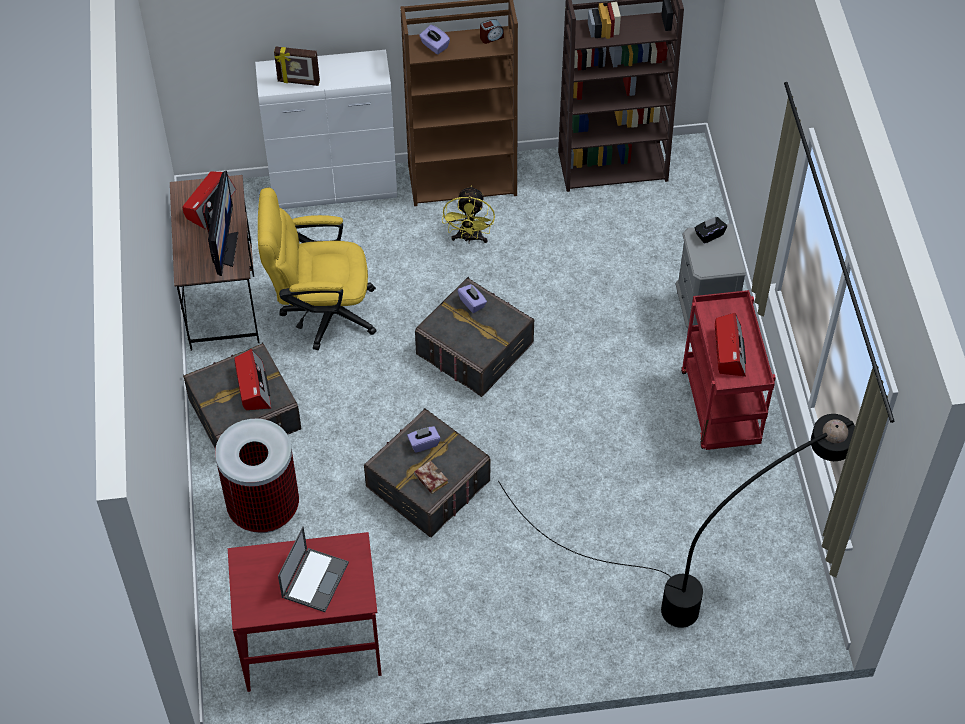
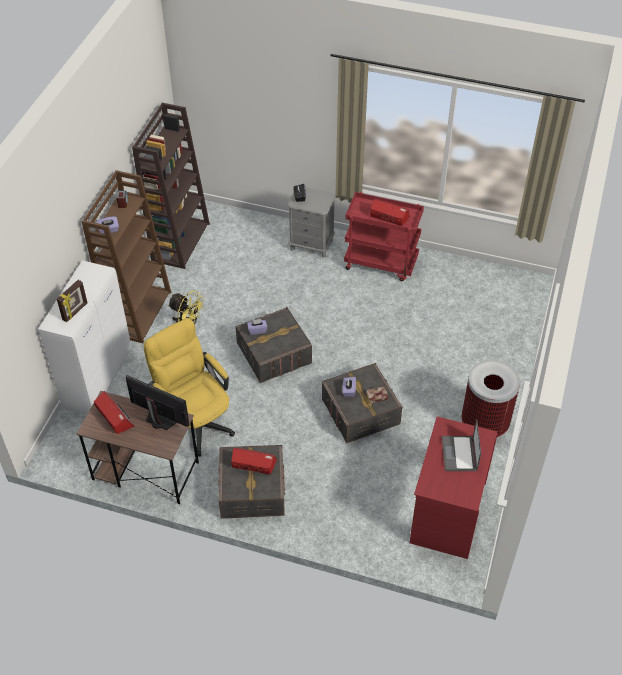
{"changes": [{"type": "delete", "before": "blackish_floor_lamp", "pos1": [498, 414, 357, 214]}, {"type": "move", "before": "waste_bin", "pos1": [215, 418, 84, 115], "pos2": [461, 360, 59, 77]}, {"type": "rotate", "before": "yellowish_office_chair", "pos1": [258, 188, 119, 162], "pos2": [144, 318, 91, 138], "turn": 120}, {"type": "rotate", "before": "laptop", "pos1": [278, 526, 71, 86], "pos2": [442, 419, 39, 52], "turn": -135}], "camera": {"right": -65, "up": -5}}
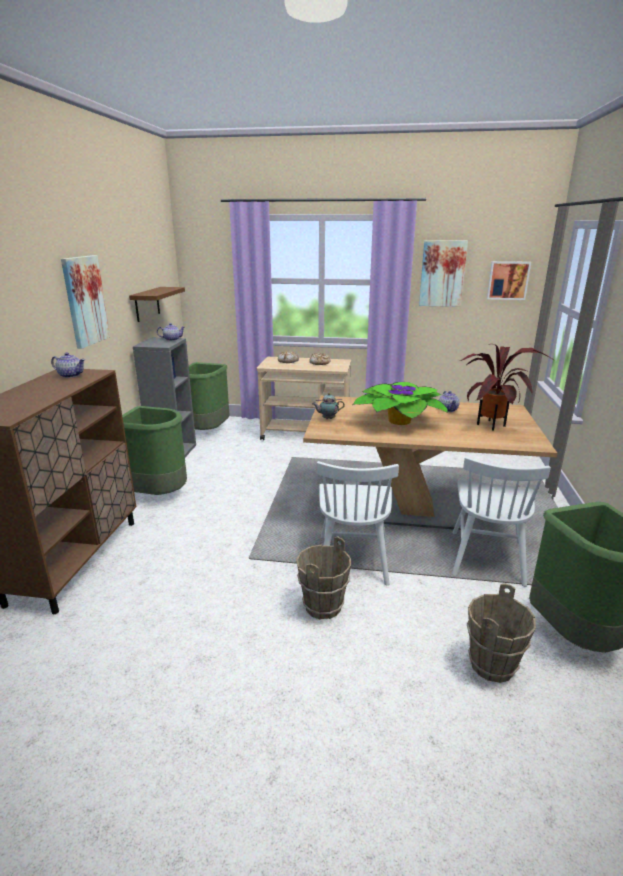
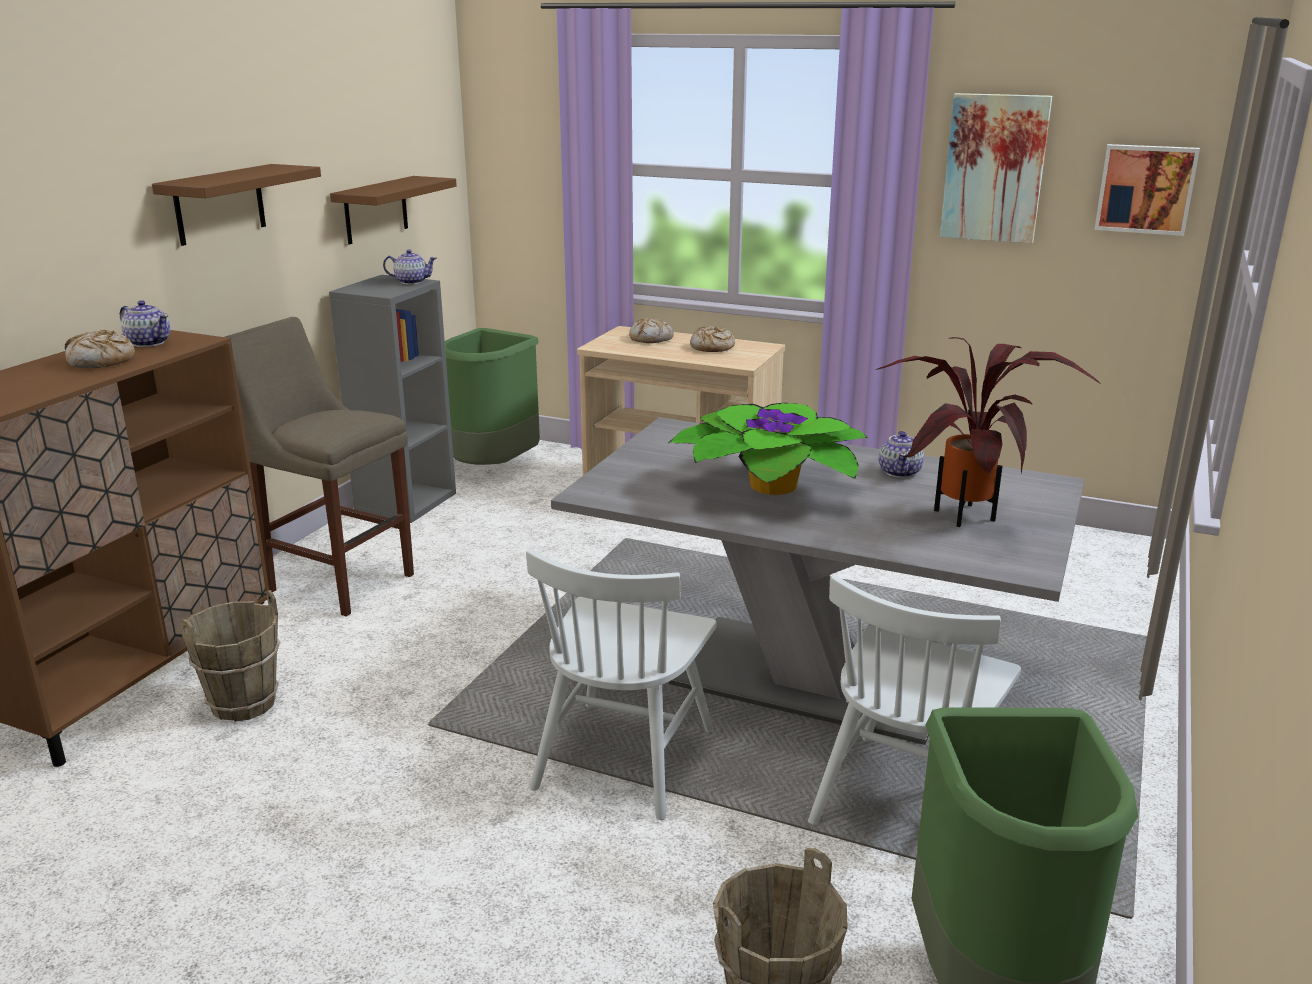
{"changes": [{"type": "delete", "before": "pot_for_tea", "pos1": [312, 393, 33, 26]}, {"type": "insert", "after": "bakery_bread", "pos2": [65, 330, 70, 38]}, {"type": "move", "before": "brown-coloured_water_bucket", "pos1": [296, 537, 55, 82], "pos2": [179, 590, 101, 132]}, {"type": "replace", "before": "picture", "after": "brown-coloured_bracket_shelf", "pos1": [61, 255, 49, 94], "pos2": [152, 164, 169, 82]}, {"type": "replace", "before": "green_waste_bin", "after": "sand-coloured_stool_seat", "pos1": [122, 406, 65, 89], "pos2": [225, 317, 189, 299]}, {"type": "recolor", "before": "brown-coloured_dining_table", "after": "grey_dining_table", "pos1": [303, 396, 254, 134], "pos2": [551, 417, 534, 328]}], "camera": {"right": 15, "up": 0}}
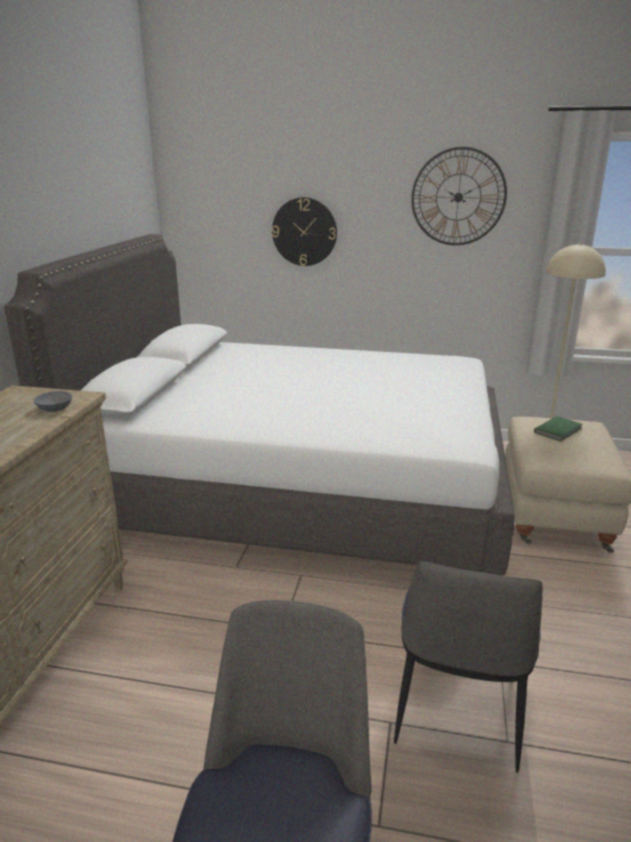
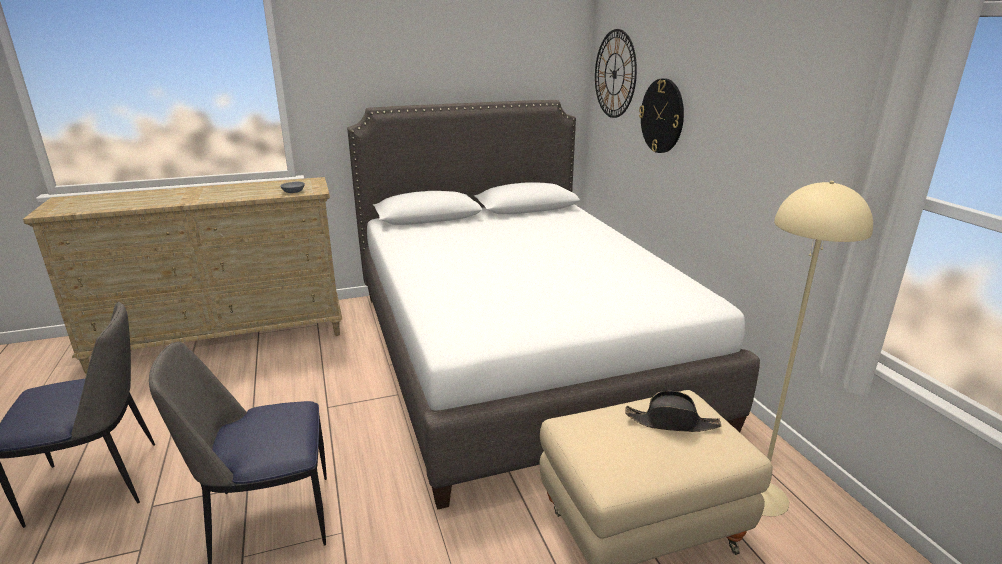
{"changes": [{"type": "move", "before": "hanging_clock", "pos1": [411, 147, 96, 98], "pos2": [595, 29, 42, 89]}, {"type": "replace", "before": "green_book", "after": "blackish_clothing_hat", "pos1": [534, 416, 48, 25], "pos2": [625, 391, 96, 41]}], "camera": {"right": 60, "up": 0}}
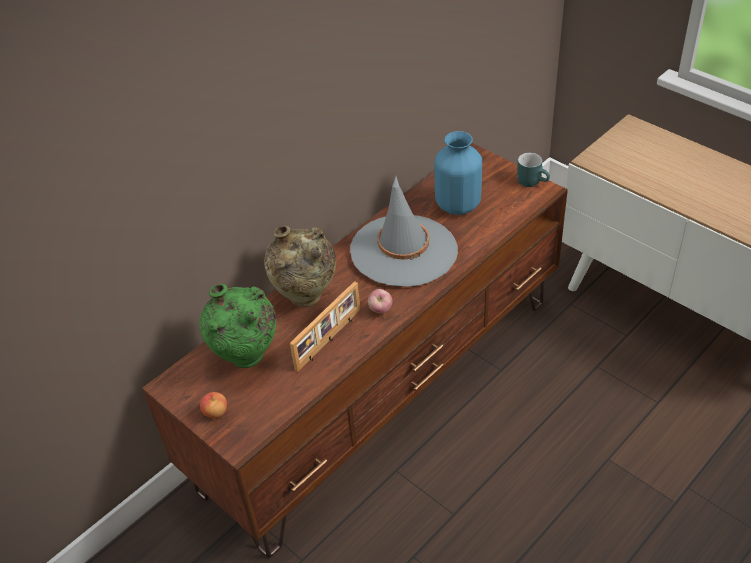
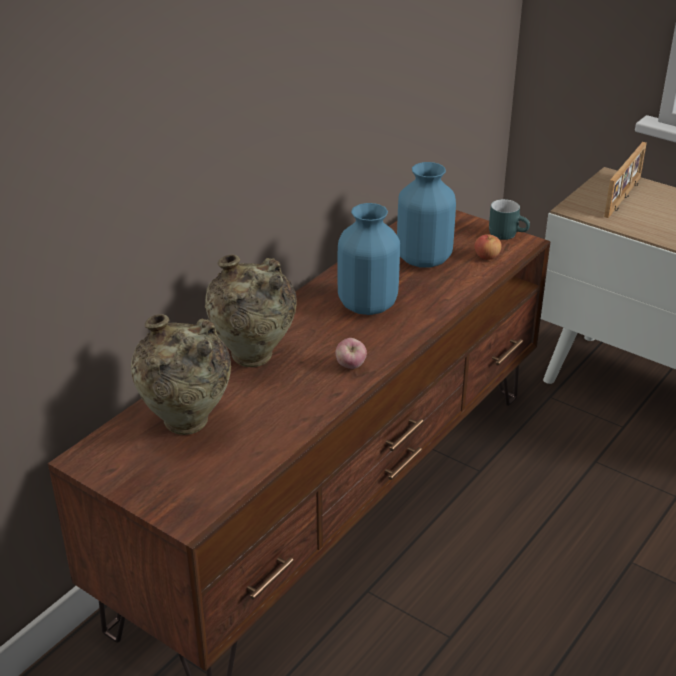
{"changes": [{"type": "move", "before": "apple_fruit", "pos1": [200, 392, 27, 26], "pos2": [475, 234, 27, 26]}, {"type": "move", "before": "photo_frame", "pos1": [290, 281, 71, 91], "pos2": [604, 142, 43, 76]}, {"type": "replace", "before": "grey_clothing_hat", "after": "blue_flower_vase", "pos1": [350, 177, 108, 110], "pos2": [338, 203, 62, 112]}, {"type": "recolor", "before": "green_flower_vase", "after": "sand-coloured_flower_vase", "pos1": [200, 284, 76, 84], "pos2": [131, 314, 100, 121]}], "camera": {"right": -10, "up": -10}}
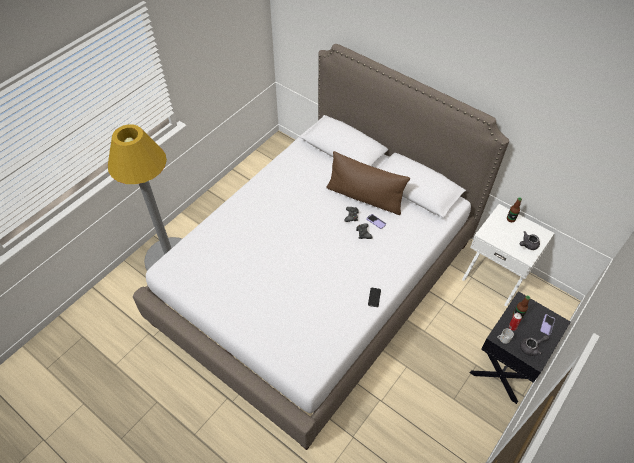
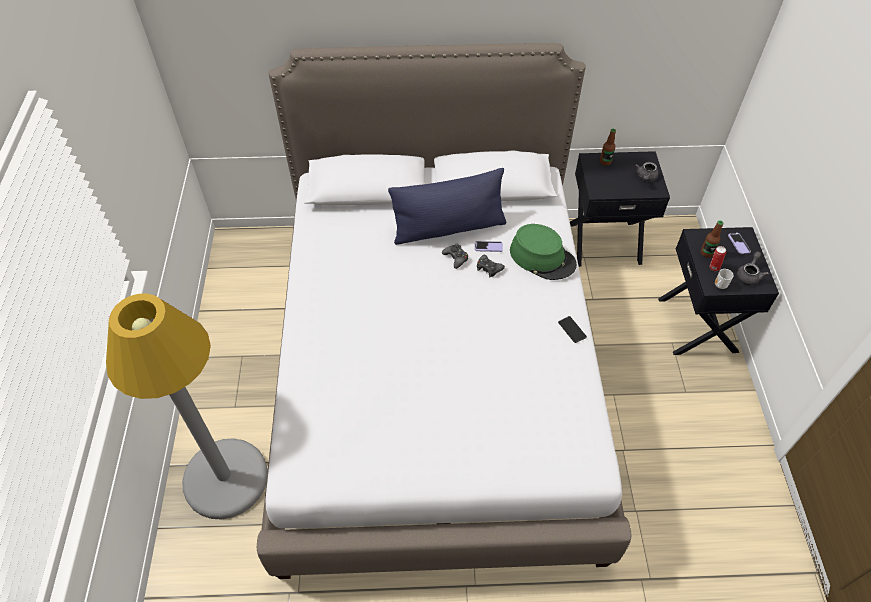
{"changes": [{"type": "insert", "after": "green_clothing_hat", "pos2": [510, 224, 67, 56]}, {"type": "recolor", "before": "brown-coloured_cushion", "after": "blue_cushion", "pos1": [327, 151, 83, 64], "pos2": [388, 168, 118, 77]}, {"type": "recolor", "before": "white-coloured_nightstand", "after": "blackish_nightstand", "pos1": [462, 204, 92, 103], "pos2": [570, 151, 100, 116]}], "camera": {"right": -40, "up": 0}}
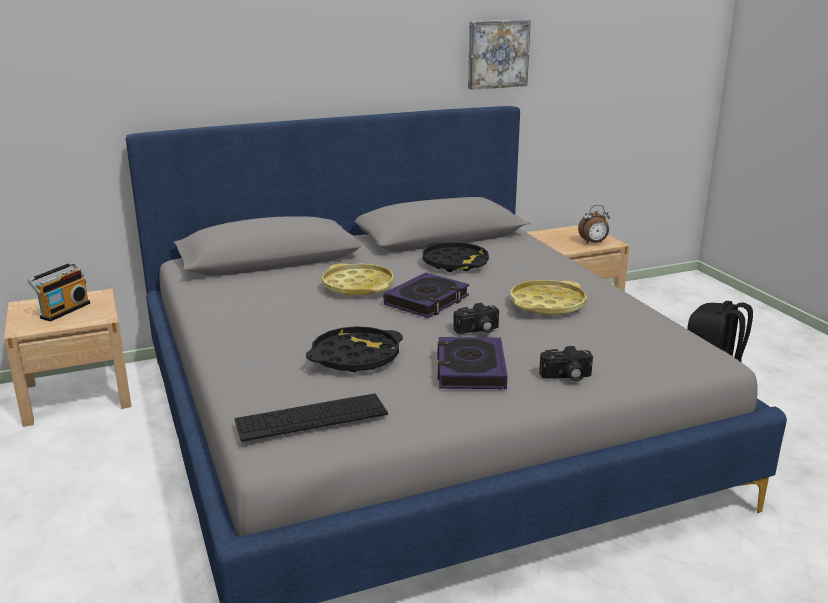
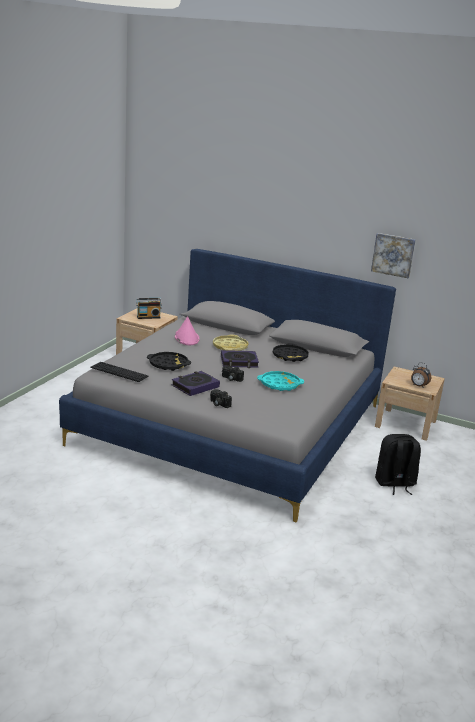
{"changes": [{"type": "insert", "after": "pinkish_clothing_hat", "pos2": [175, 316, 25, 29]}, {"type": "recolor", "before": "yellowish_tray", "after": "turquoise-coloured_tray", "pos1": [511, 280, 76, 35], "pos2": [257, 371, 47, 20]}], "camera": {"right": 45, "up": 0}}
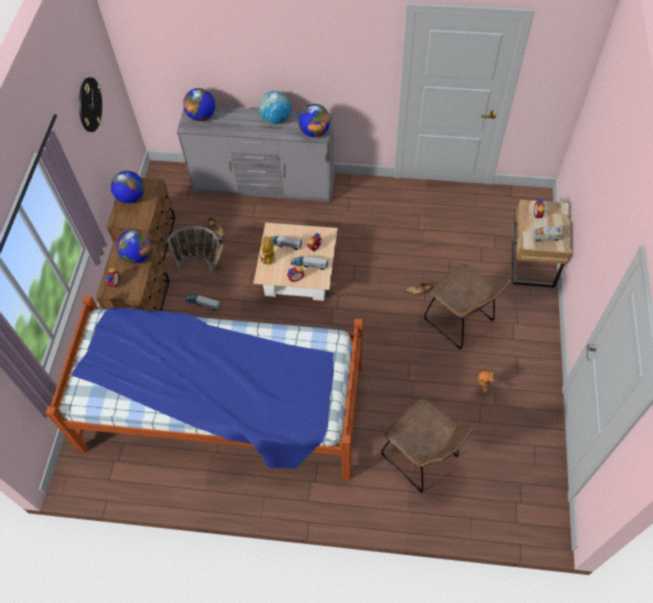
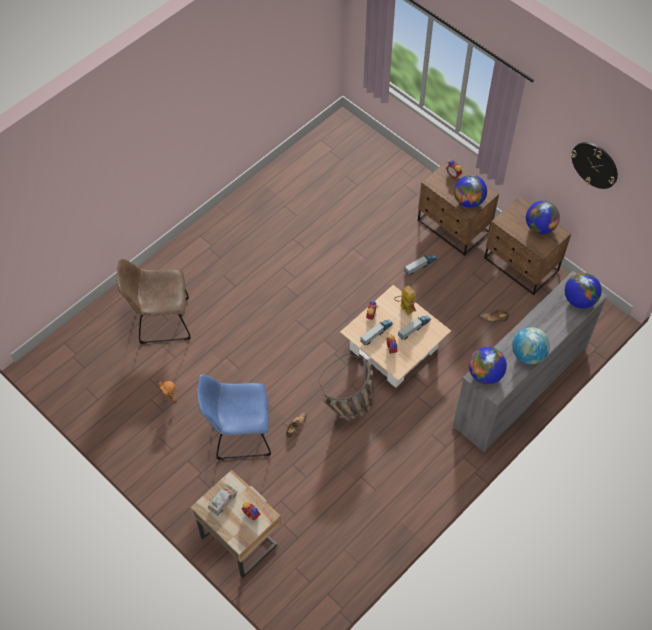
{"changes": [{"type": "delete", "before": "bed", "pos1": [46, 296, 317, 184]}, {"type": "move", "before": "household_basket", "pos1": [166, 226, 58, 46], "pos2": [319, 354, 55, 65]}, {"type": "recolor", "before": "brown-coloured_plain_chair", "after": "blue_plain_chair", "pos1": [424, 264, 87, 86], "pos2": [197, 374, 74, 86]}], "camera": {"right": 125, "up": 0}}
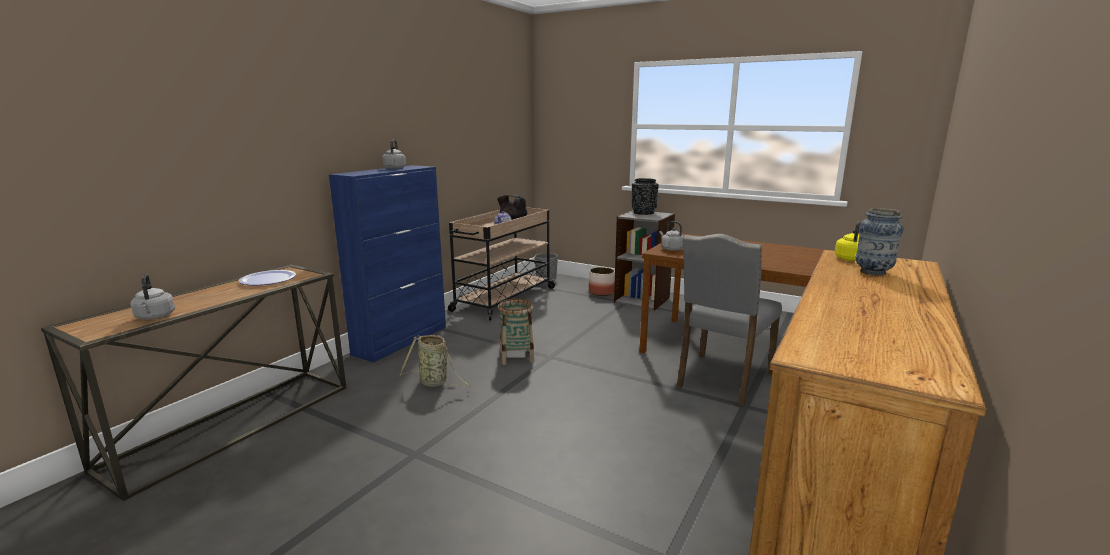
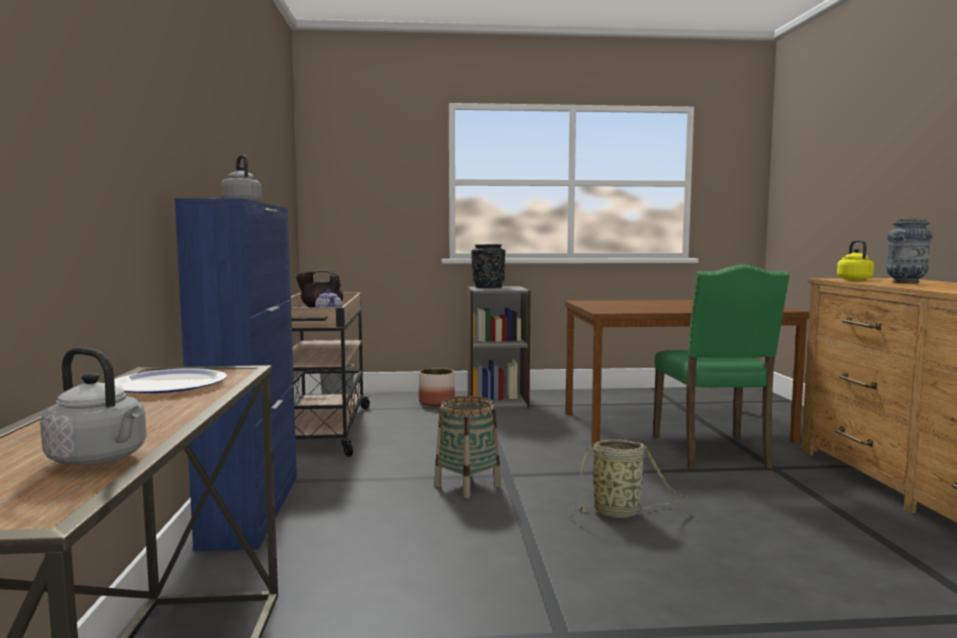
{"changes": [{"type": "delete", "before": "grey_kettle", "pos1": [659, 221, 24, 30]}, {"type": "move", "before": "household_basket", "pos1": [400, 335, 71, 52], "pos2": [569, 439, 118, 79]}, {"type": "recolor", "before": "grey_plain_chair", "after": "green_plain_chair", "pos1": [677, 234, 105, 172], "pos2": [653, 264, 137, 205]}], "camera": {"right": -35, "up": -10}}
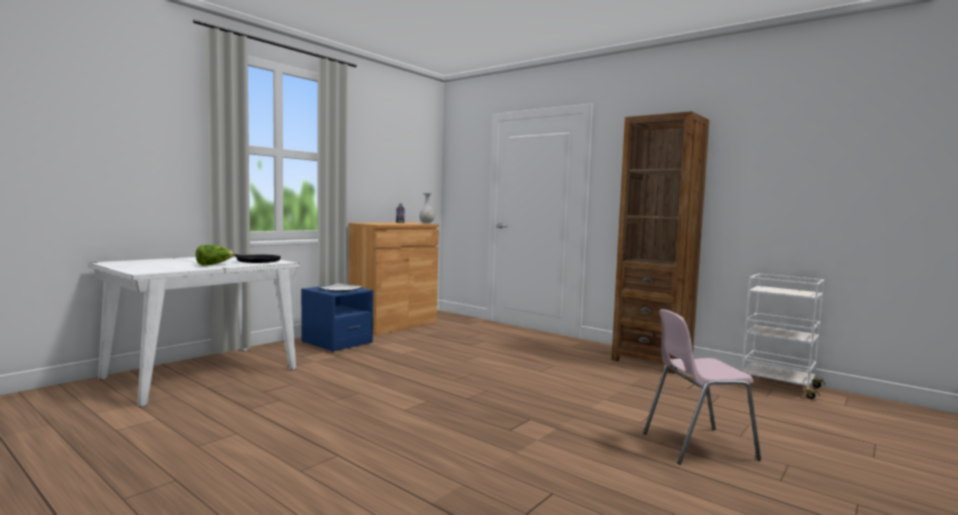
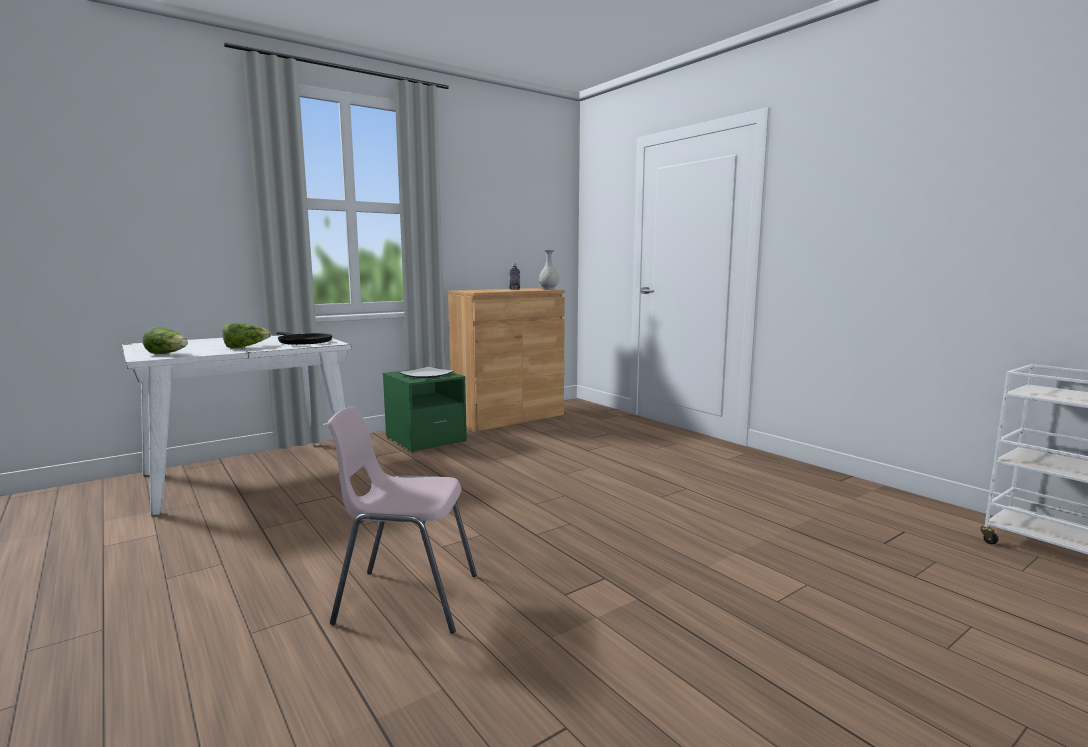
{"changes": [{"type": "delete", "before": "brown-coloured_shelving_unit", "pos1": [612, 111, 97, 263]}, {"type": "insert", "after": "head_of_lettuce", "pos2": [142, 327, 46, 27]}, {"type": "move", "before": "pinkish_plain_chair", "pos1": [643, 309, 118, 156], "pos2": [327, 407, 150, 226]}, {"type": "recolor", "before": "blue_nightstand", "after": "green_nightstand", "pos1": [301, 285, 72, 67], "pos2": [383, 367, 84, 85]}], "camera": {"right": 15, "up": 5}}
